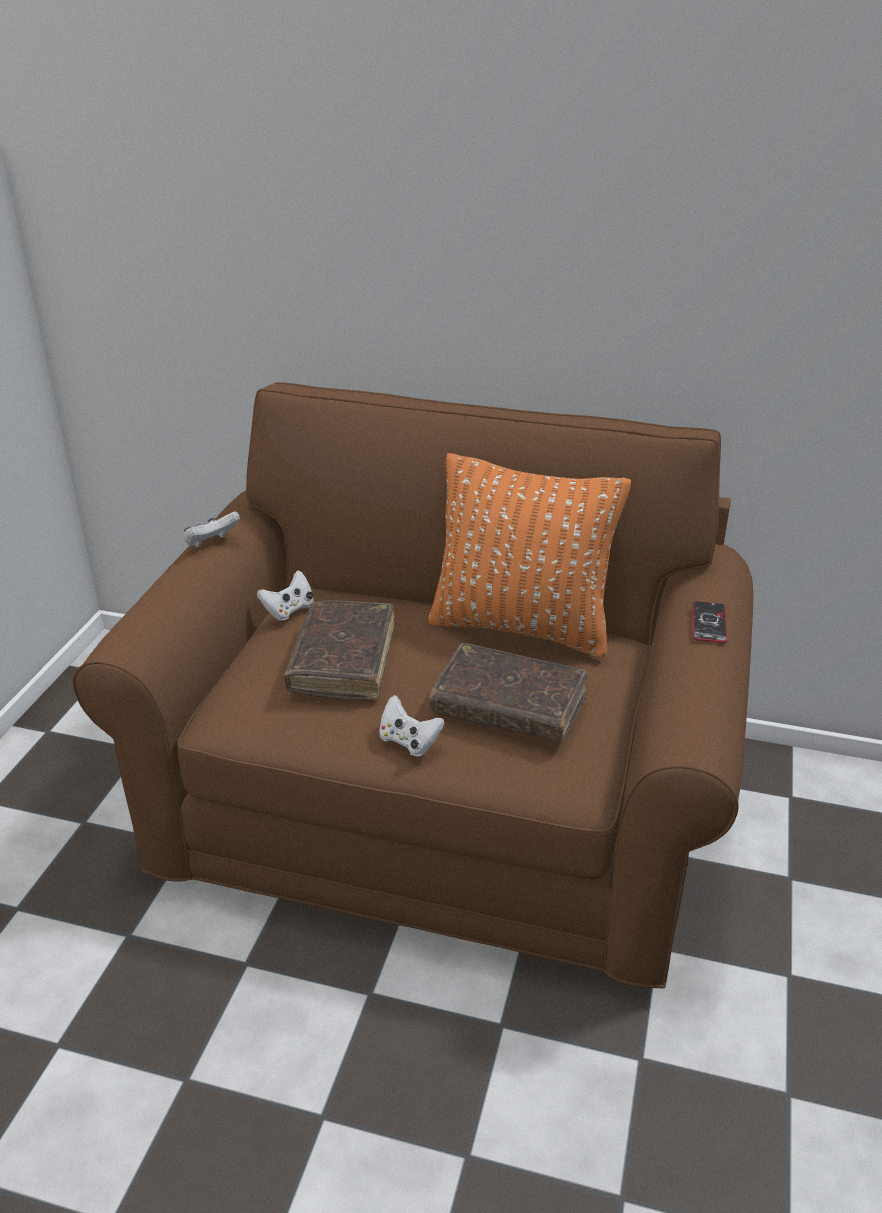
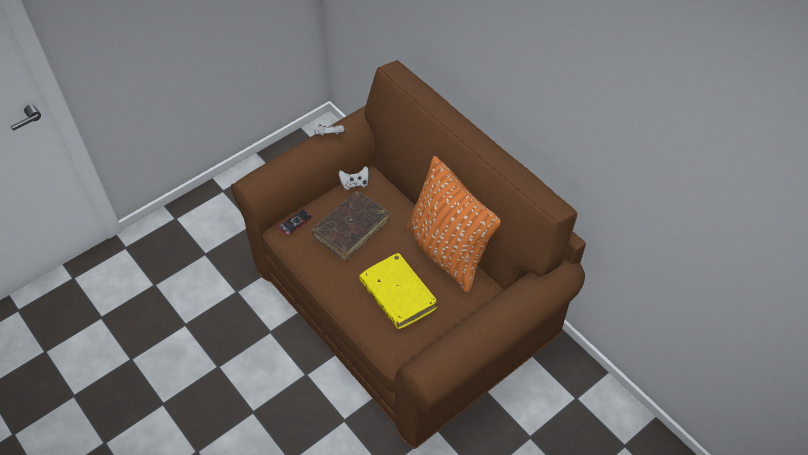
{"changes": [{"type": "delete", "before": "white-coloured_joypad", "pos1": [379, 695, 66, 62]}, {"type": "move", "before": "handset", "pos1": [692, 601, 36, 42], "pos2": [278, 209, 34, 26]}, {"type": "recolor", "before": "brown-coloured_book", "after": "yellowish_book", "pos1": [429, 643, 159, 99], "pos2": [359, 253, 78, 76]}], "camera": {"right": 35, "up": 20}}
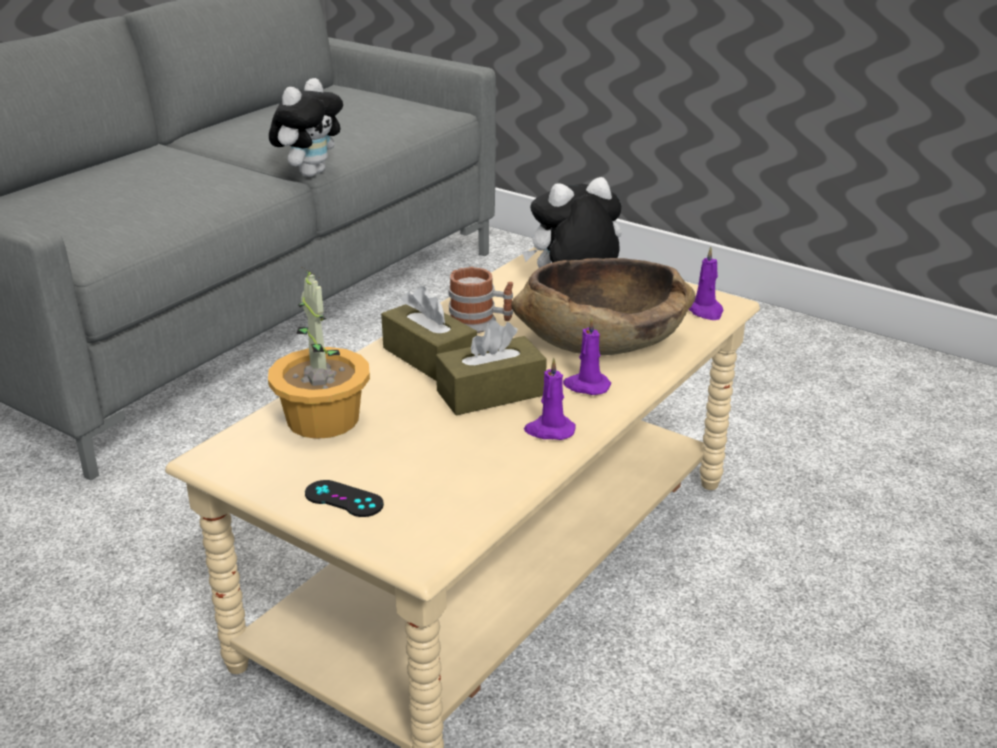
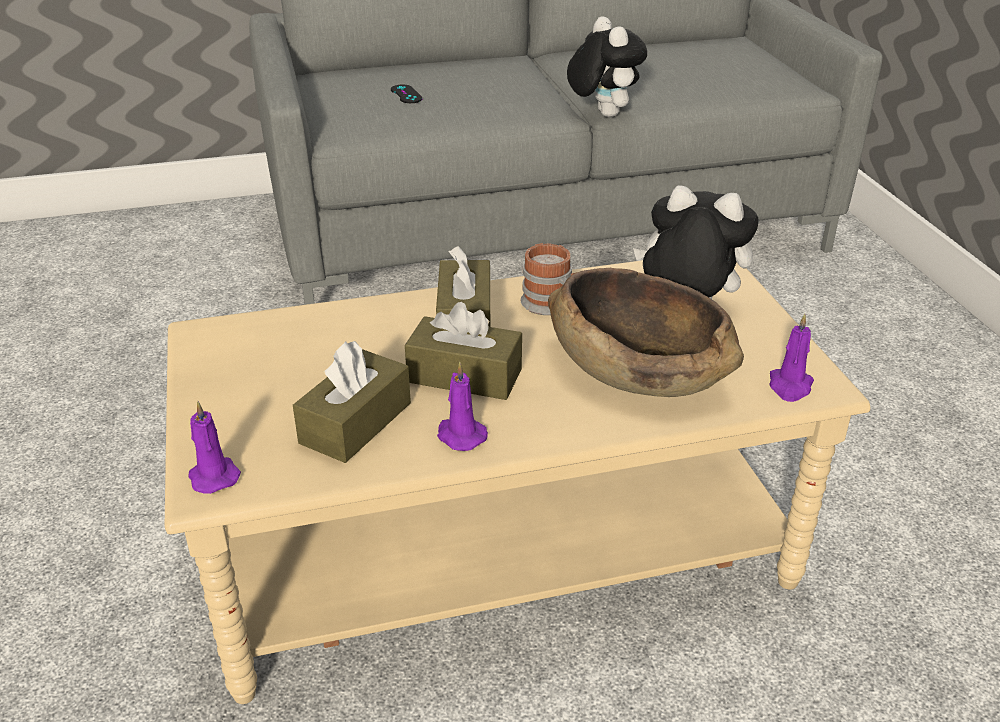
{"changes": [{"type": "delete", "before": "houseplant", "pos1": [268, 269, 102, 170]}, {"type": "insert", "after": "brown-coloured_box_of_tissues", "pos2": [293, 341, 118, 122]}, {"type": "move", "before": "blackish_joypad", "pos1": [305, 480, 79, 37], "pos2": [391, 85, 32, 18]}, {"type": "move", "before": "purple_wax_light", "pos1": [563, 316, 48, 79], "pos2": [189, 401, 52, 93]}, {"type": "rotate", "before": "cuddly_toy", "pos1": [269, 78, 74, 99], "pos2": [567, 16, 80, 101], "turn": -90}], "camera": {"right": 40, "up": 5}}
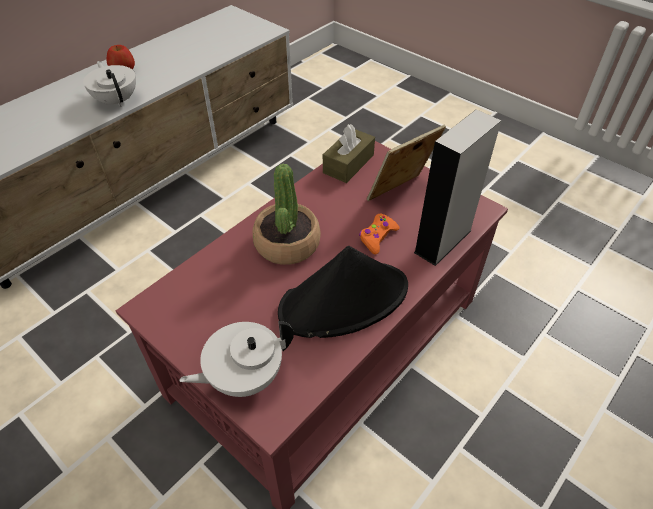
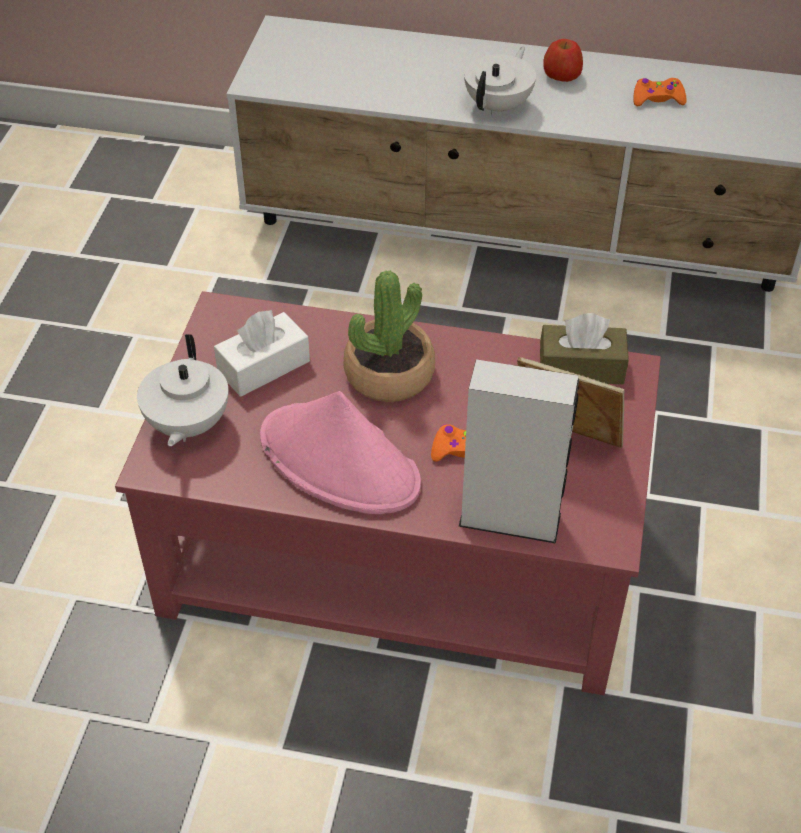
{"changes": [{"type": "insert", "after": "white-coloured_box_of_tissues", "pos2": [214, 310, 96, 87]}, {"type": "insert", "after": "orange_joypad", "pos2": [634, 78, 53, 28]}, {"type": "recolor", "before": "blackish_clothing_hat", "after": "pinkish_clothing_hat", "pos1": [278, 246, 130, 92], "pos2": [260, 391, 161, 123]}, {"type": "rotate", "before": "white-coloured_pot_for_tea", "pos1": [179, 321, 115, 76], "pos2": [137, 334, 91, 112], "turn": -120}], "camera": {"right": 60, "up": 0}}
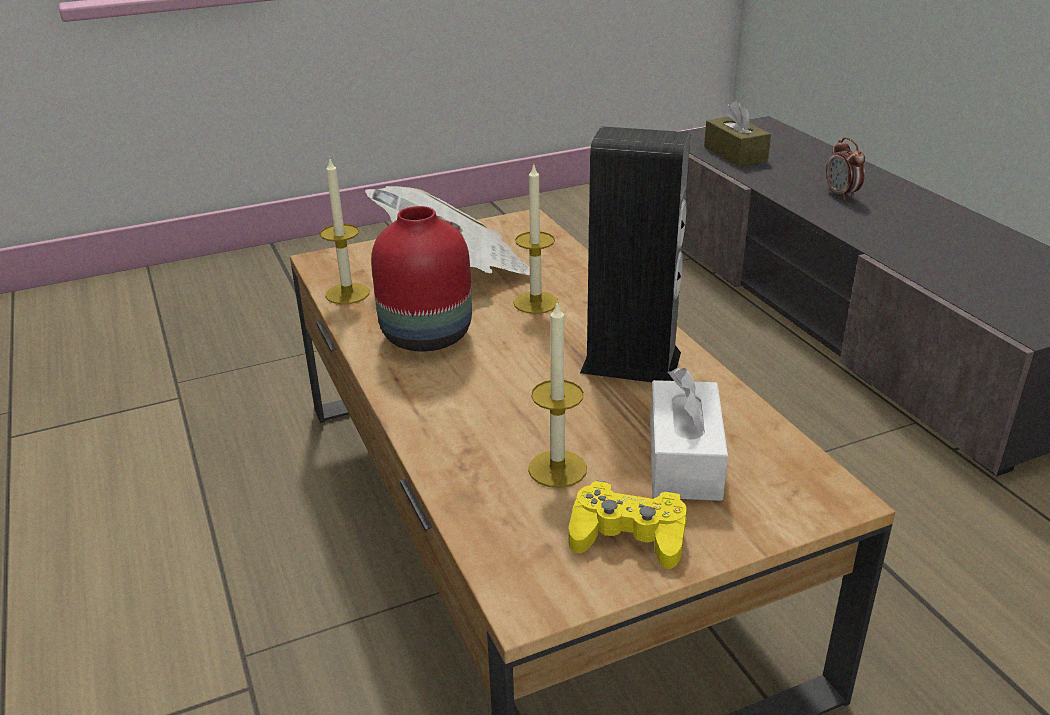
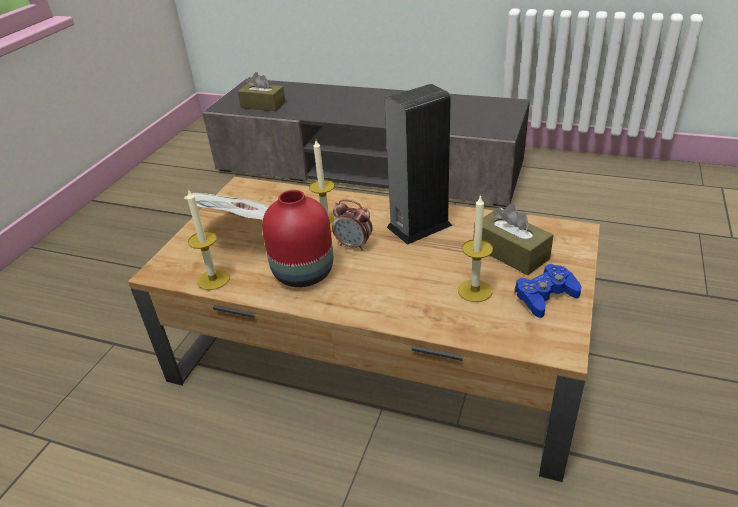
{"changes": [{"type": "move", "before": "bedside_clock", "pos1": [826, 137, 39, 63], "pos2": [332, 199, 40, 52]}, {"type": "recolor", "before": "yellowish_joypad", "after": "blue_joypad", "pos1": [569, 481, 118, 88], "pos2": [514, 264, 67, 54]}, {"type": "recolor", "before": "white-coloured_box_of_tissues", "after": "brown-coloured_box_of_tissues", "pos1": [650, 368, 78, 133], "pos2": [473, 204, 81, 71]}], "camera": {"right": -45, "up": 5}}
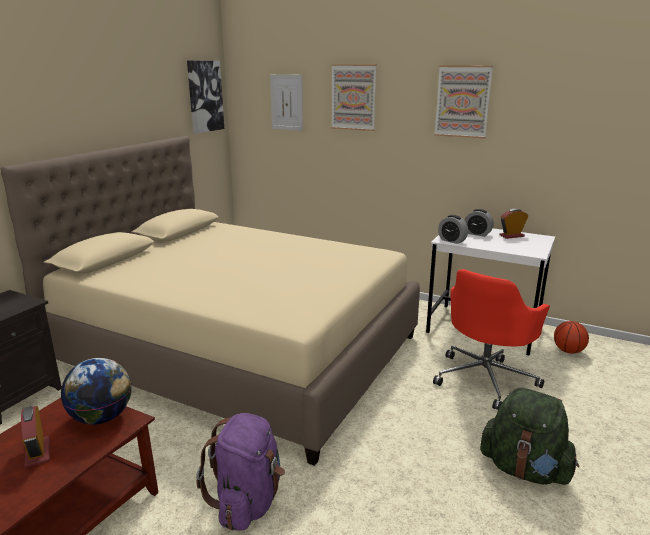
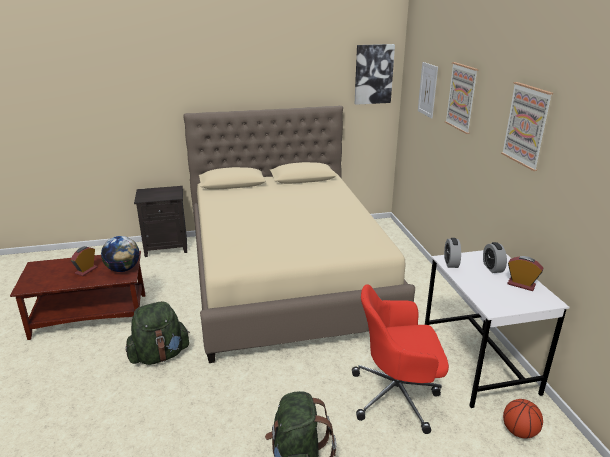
{"changes": [{"type": "recolor", "before": "purple_knapsack", "after": "green_knapsack", "pos1": [196, 413, 89, 118], "pos2": [126, 301, 64, 64]}], "camera": {"right": 50, "up": 5}}
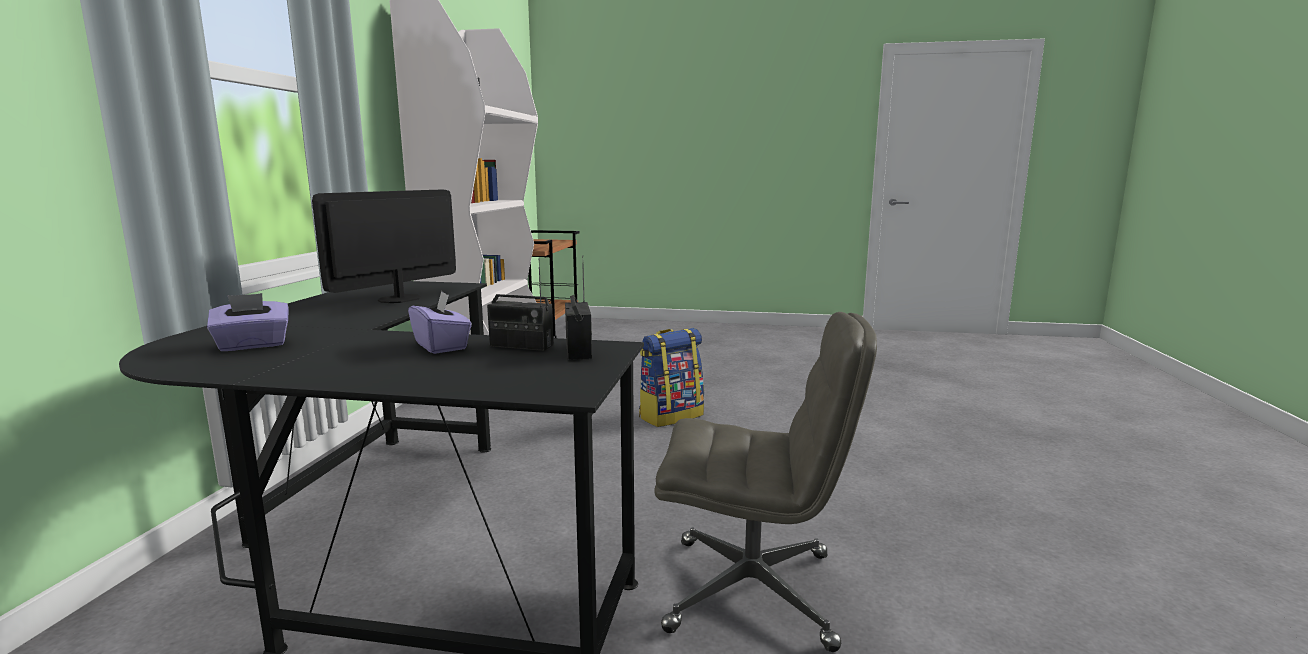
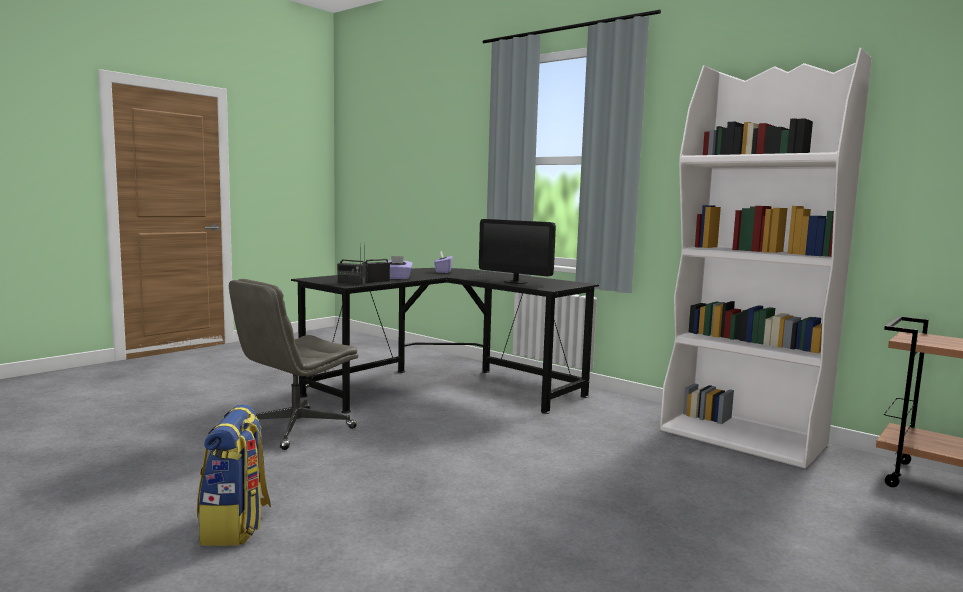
{"changes": [{"type": "move", "before": "knapsack", "pos1": [639, 328, 65, 99], "pos2": [197, 404, 74, 142]}, {"type": "rotate", "before": "computer_display", "pos1": [312, 190, 144, 113], "pos2": [479, 219, 77, 65], "turn": 150}], "camera": {"right": 120, "up": -5}}
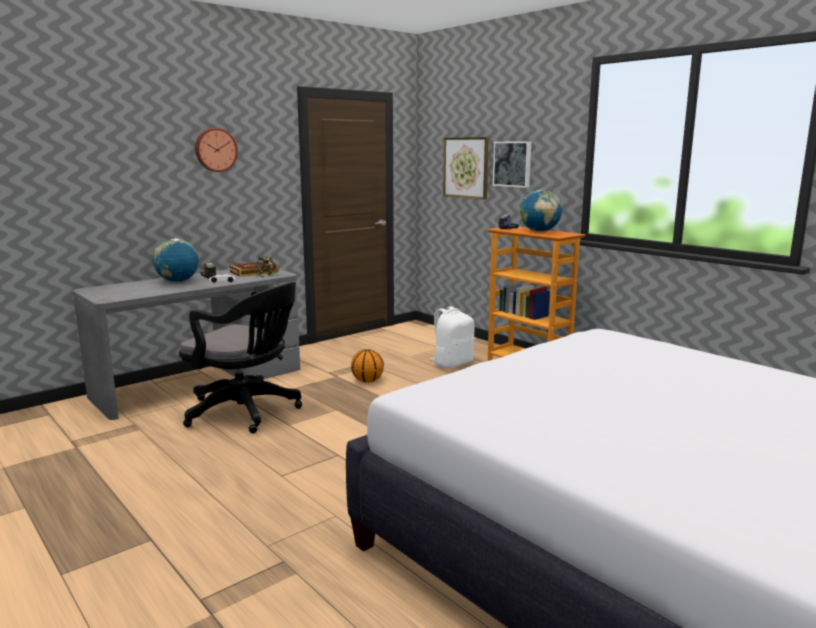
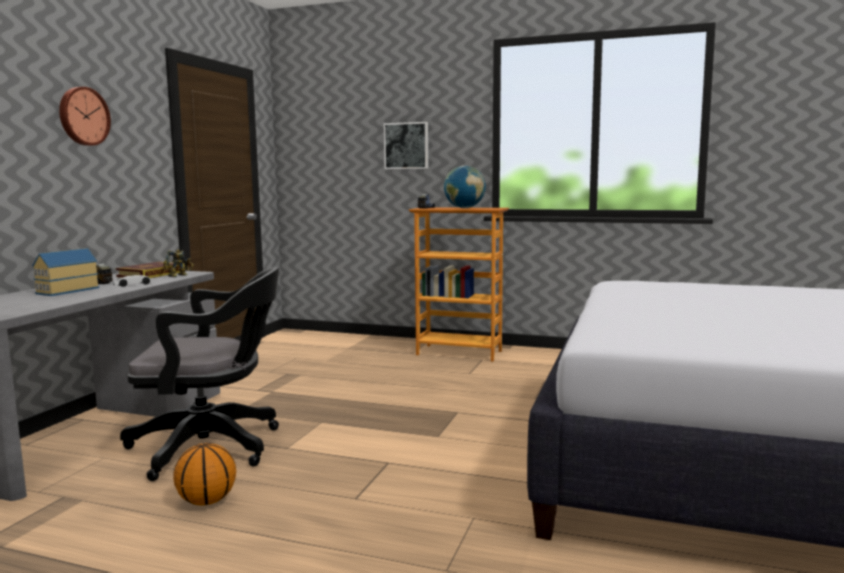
{"changes": [{"type": "delete", "before": "white-coloured_knapsack", "pos1": [430, 306, 44, 63]}, {"type": "delete", "before": "picture", "pos1": [443, 137, 46, 62]}, {"type": "move", "before": "basketball_ball", "pos1": [351, 349, 33, 34], "pos2": [173, 443, 63, 63]}, {"type": "replace", "before": "desk_globe", "after": "toy_house", "pos1": [153, 238, 46, 44], "pos2": [32, 248, 67, 48]}], "camera": {"right": -30, "up": -5}}
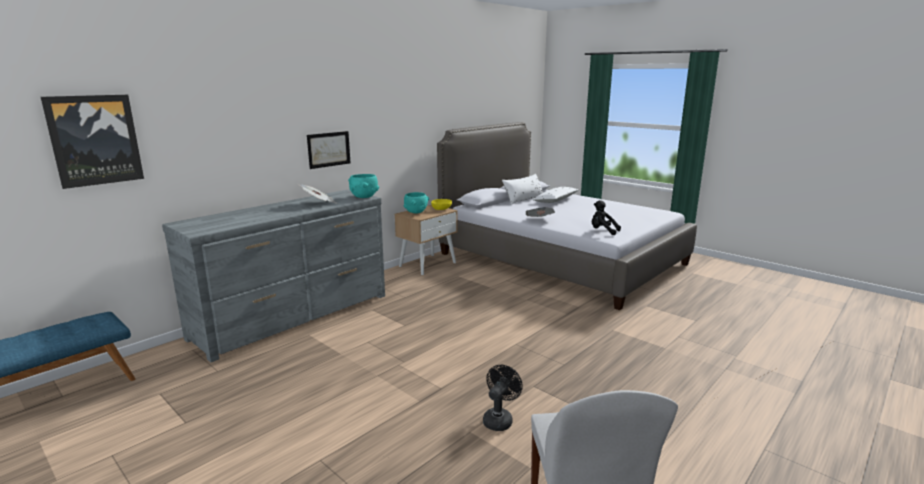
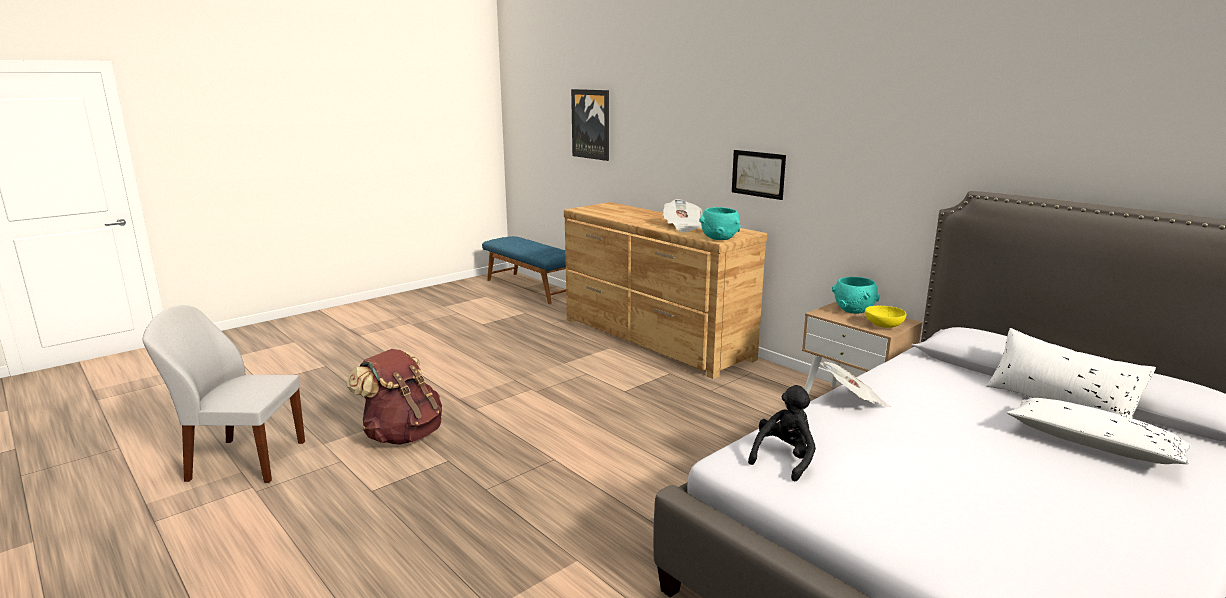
{"changes": [{"type": "replace", "before": "blackish_cooling_fan", "after": "brown-coloured_knapsack", "pos1": [483, 365, 40, 66], "pos2": [346, 349, 96, 96]}, {"type": "recolor", "before": "grey_drawer_chest", "after": "brown-coloured_drawer_chest", "pos1": [162, 190, 223, 172], "pos2": [564, 202, 203, 177]}], "camera": {"right": 95, "up": 0}}
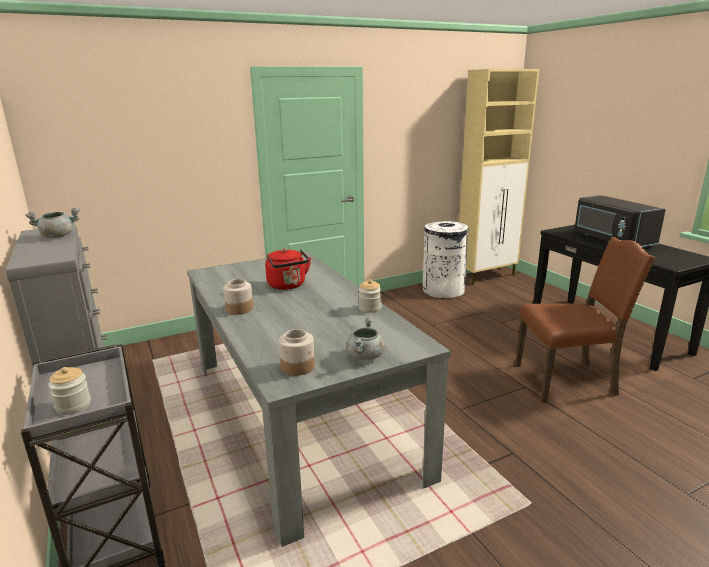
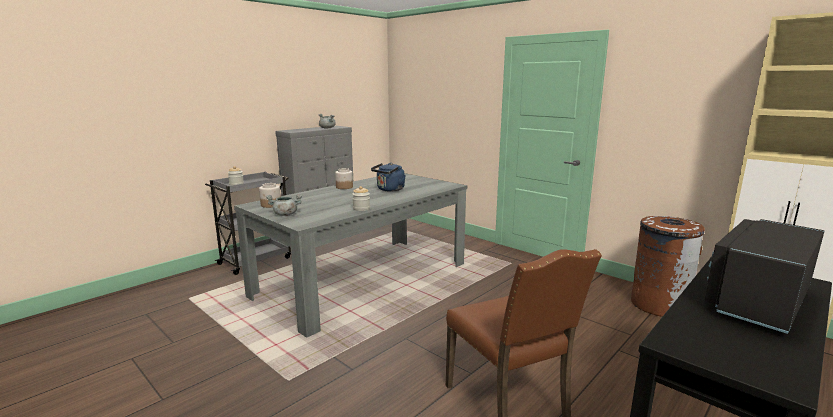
{"changes": [{"type": "recolor", "before": "red-coloured_kettle", "after": "blue_kettle", "pos1": [265, 249, 46, 41], "pos2": [371, 163, 35, 29]}, {"type": "recolor", "before": "white-coloured_waste_bin", "after": "brown-coloured_waste_bin", "pos1": [423, 221, 46, 77], "pos2": [631, 216, 74, 101]}], "camera": {"right": 70, "up": -5}}
